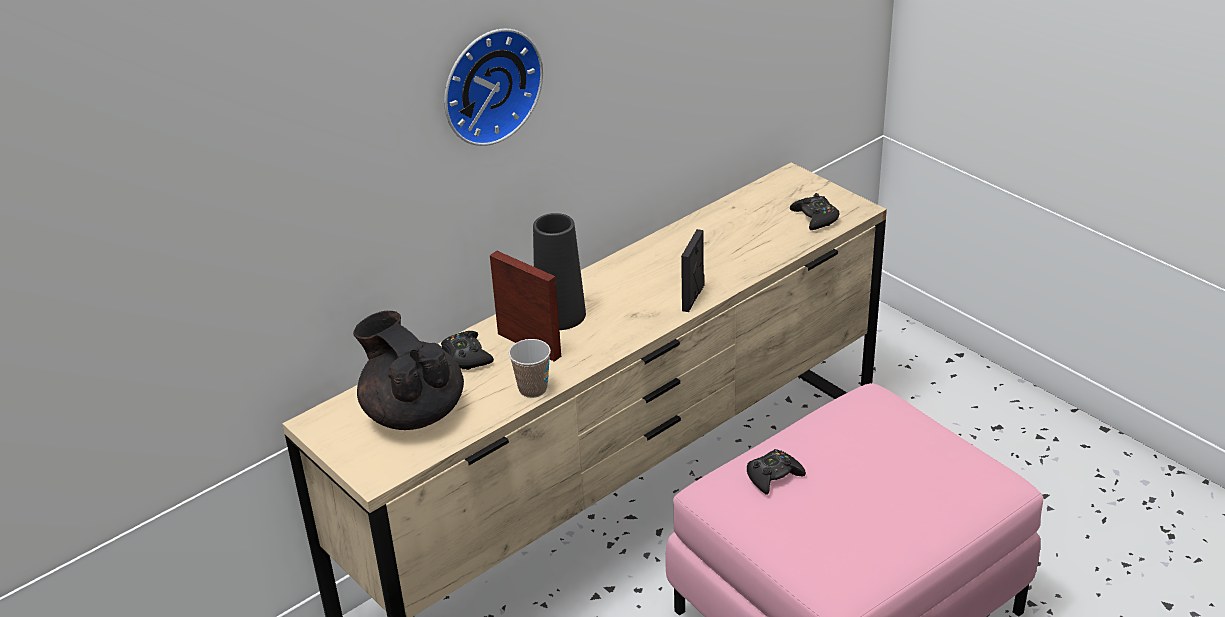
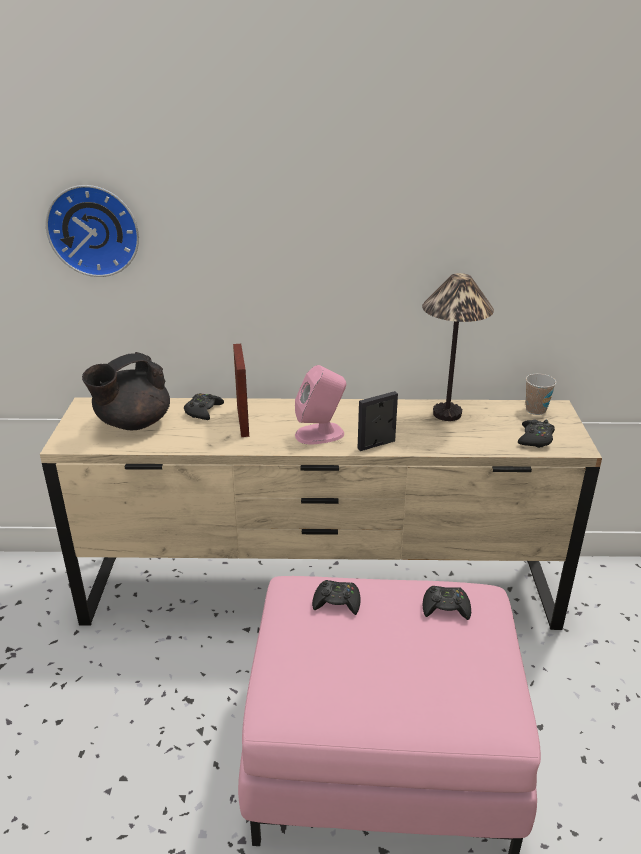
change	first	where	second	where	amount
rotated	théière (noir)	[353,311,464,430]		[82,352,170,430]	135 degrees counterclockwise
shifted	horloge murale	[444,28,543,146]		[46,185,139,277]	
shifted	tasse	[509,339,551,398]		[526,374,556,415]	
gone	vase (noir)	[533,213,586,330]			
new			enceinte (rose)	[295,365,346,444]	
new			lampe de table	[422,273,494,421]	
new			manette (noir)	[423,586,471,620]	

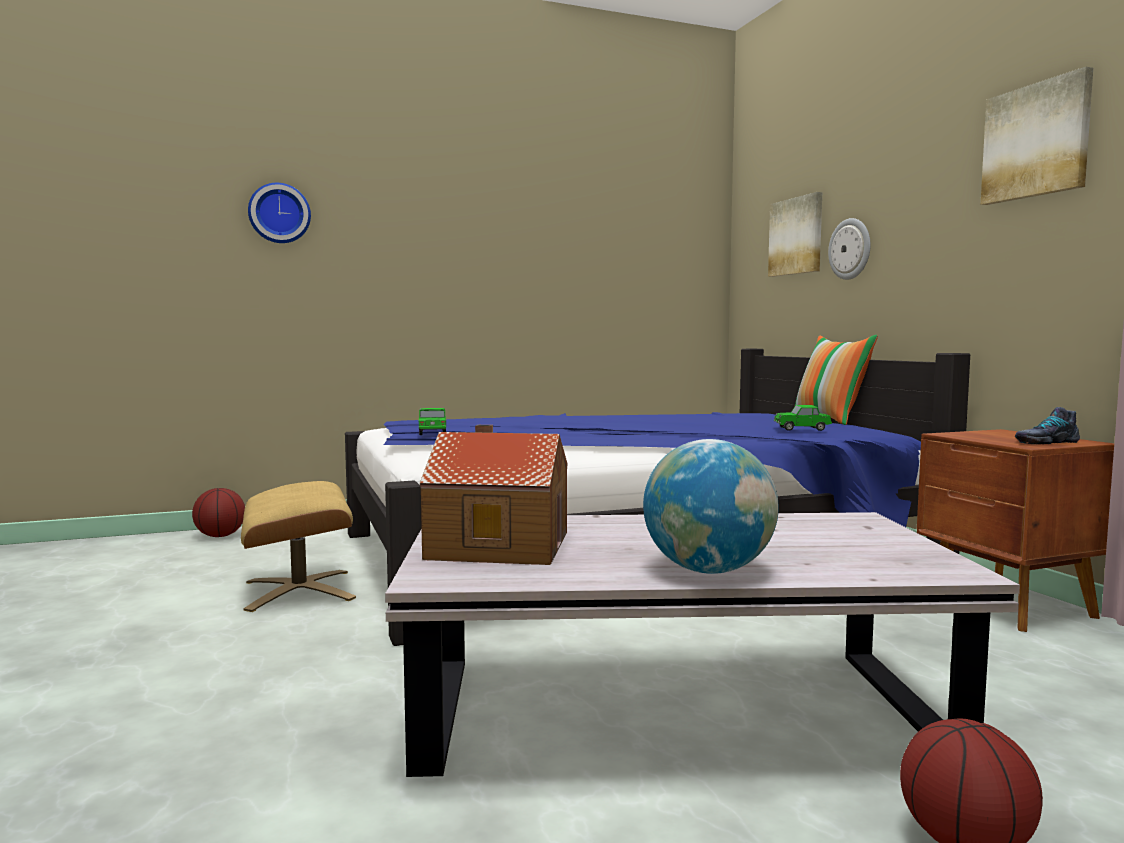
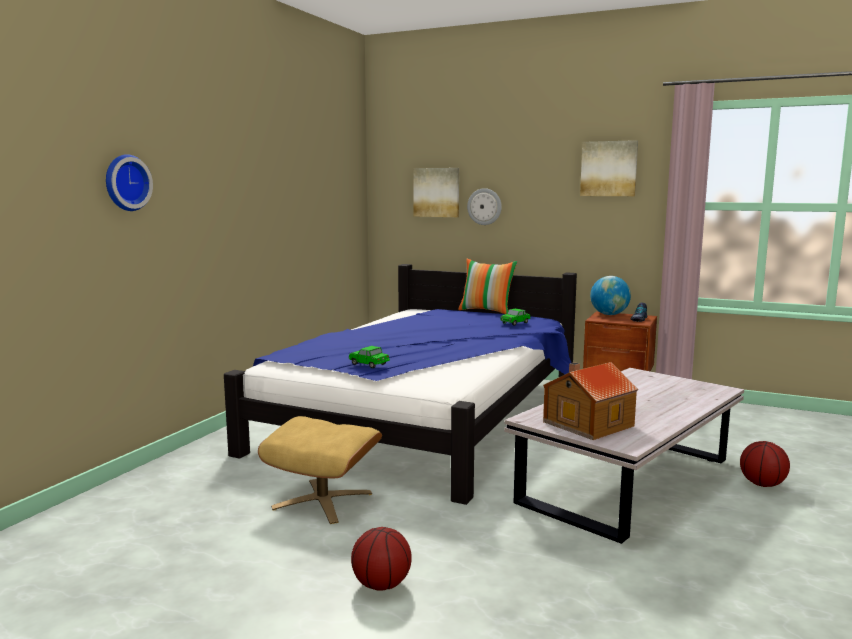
change	first	where	second	where	amount
shifted	ballon de basket	[192,488,245,537]		[351,527,412,591]	
shifted	globe	[643,439,779,574]		[590,276,631,315]	

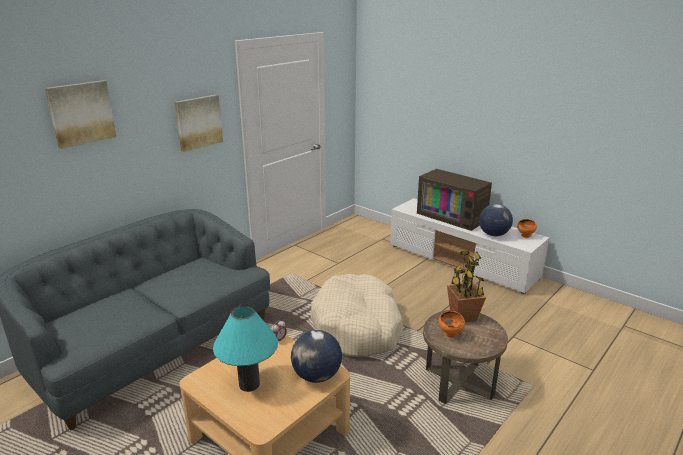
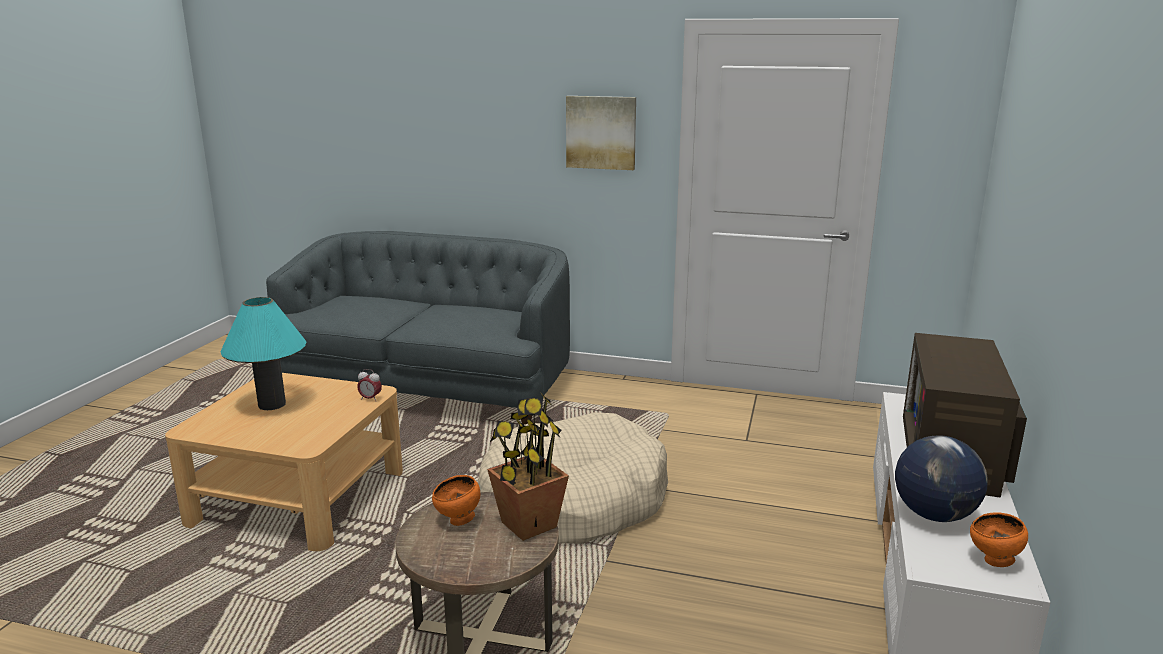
change	first	where	second	where	amount
gone	tableau	[45,80,116,149]			
gone	globe	[291,330,342,383]			

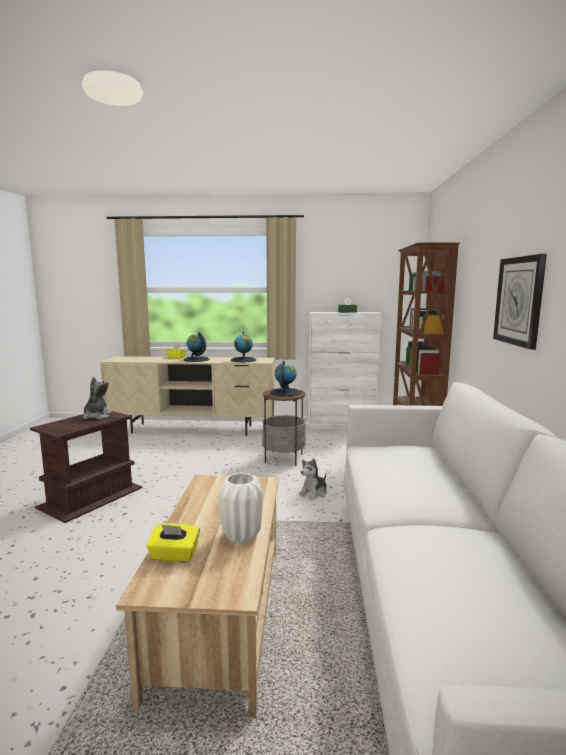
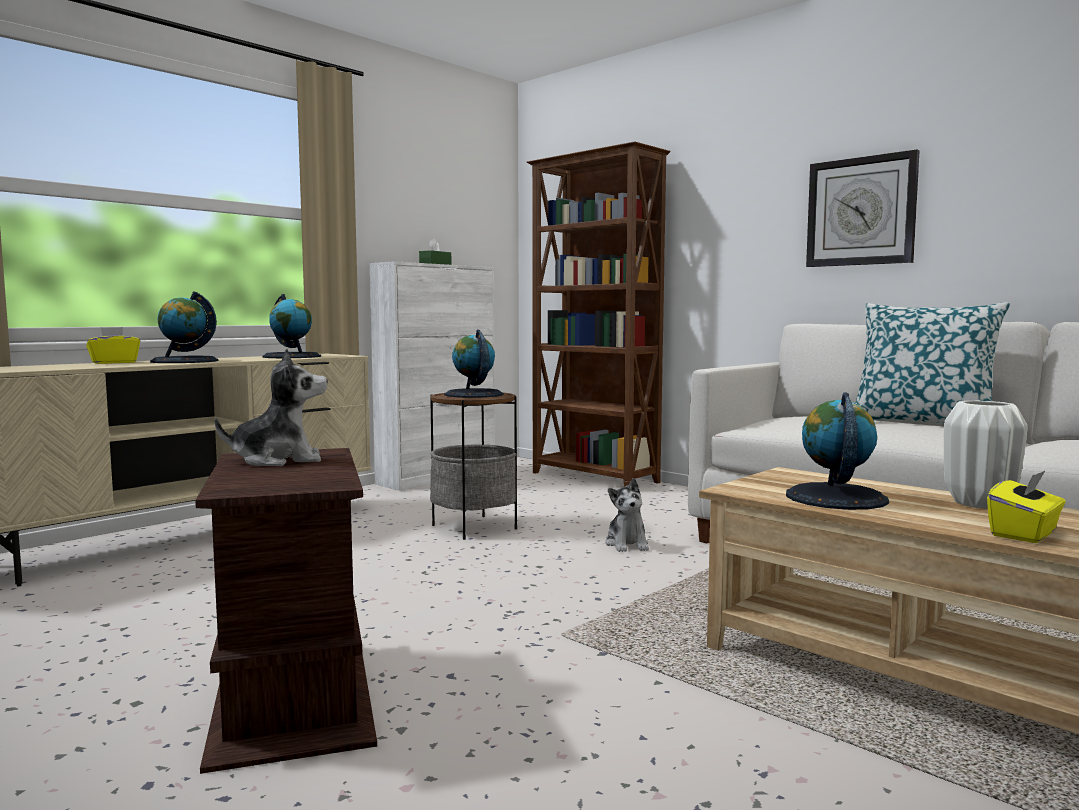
change	first	where	second	where	amount
rotated	peluche	[83,377,111,419]		[215,348,328,466]	120 degrees clockwise
new			globe	[786,393,889,510]	
new			coussin	[855,302,1010,423]	

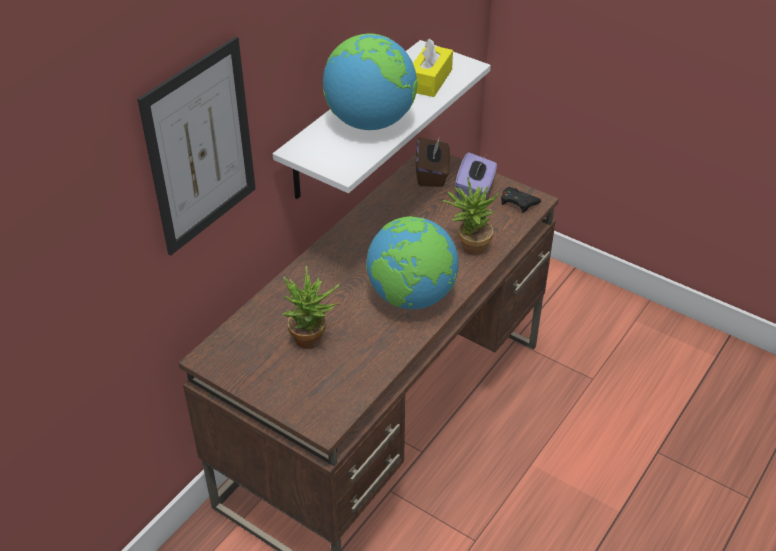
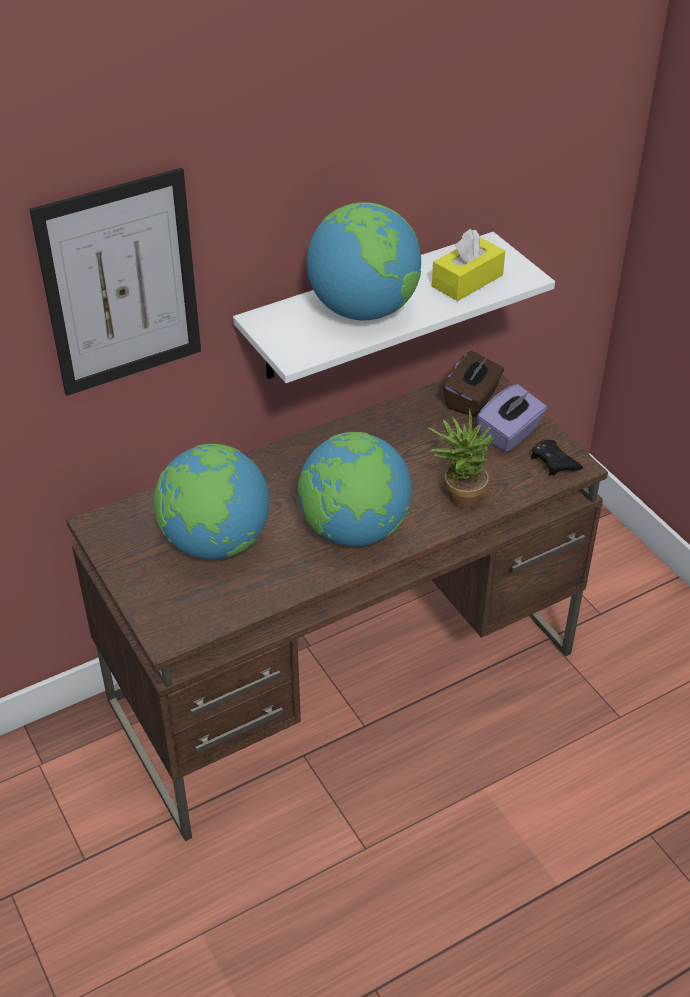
change	first	where	second	where	amount
swapped	plante en pot	[282,266,340,349]	globe	[154,444,270,559]	

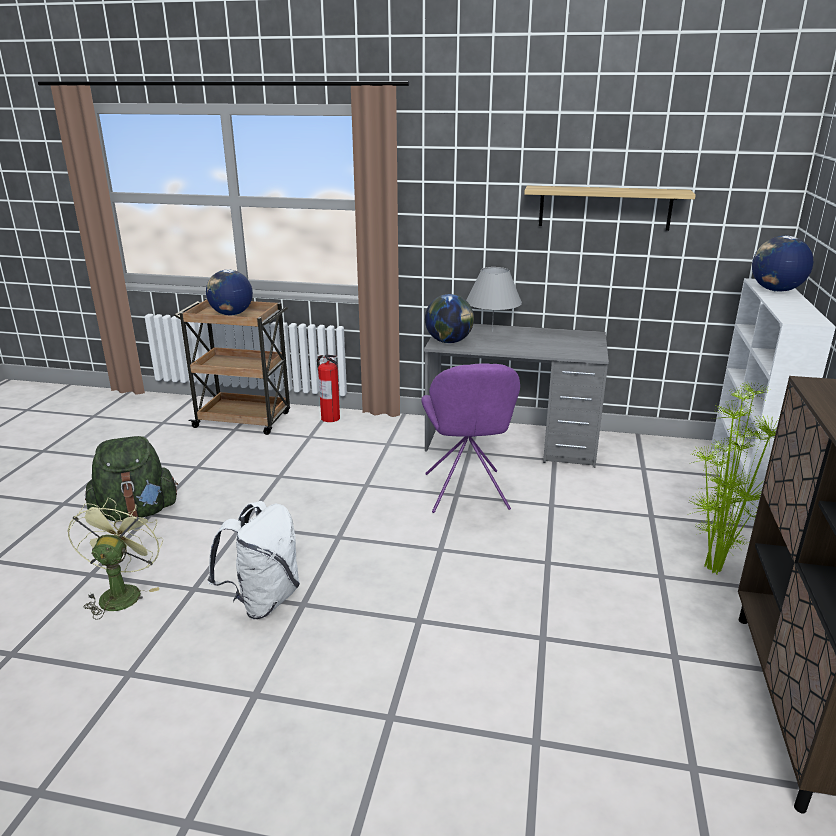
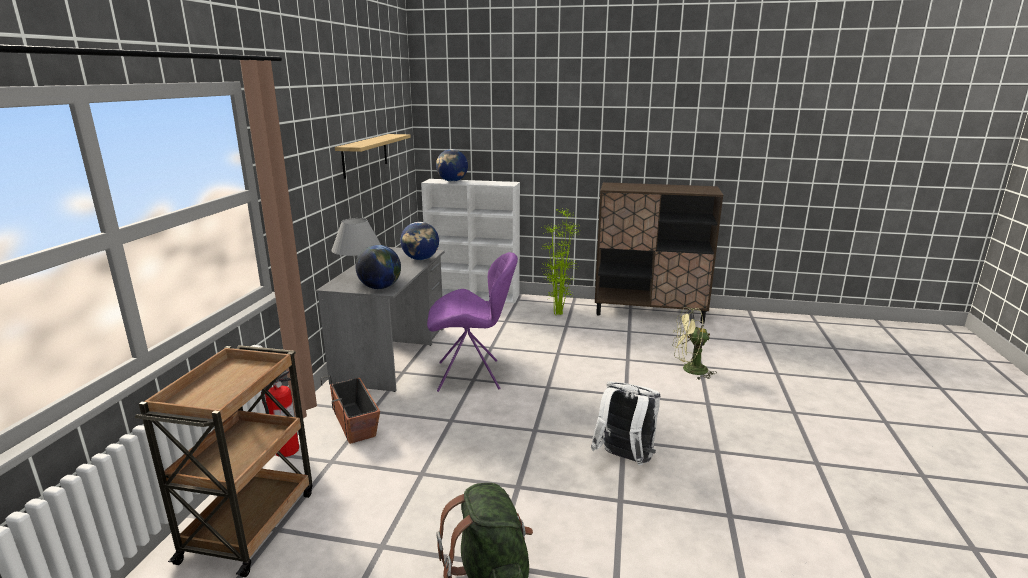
change	first	where	second	where	amount
shifted	ventilateur (vert)	[67,497,163,620]		[672,307,717,380]	
shifted	globe	[206,269,253,315]		[400,222,439,260]	
new			cache-pot	[321,375,380,444]	

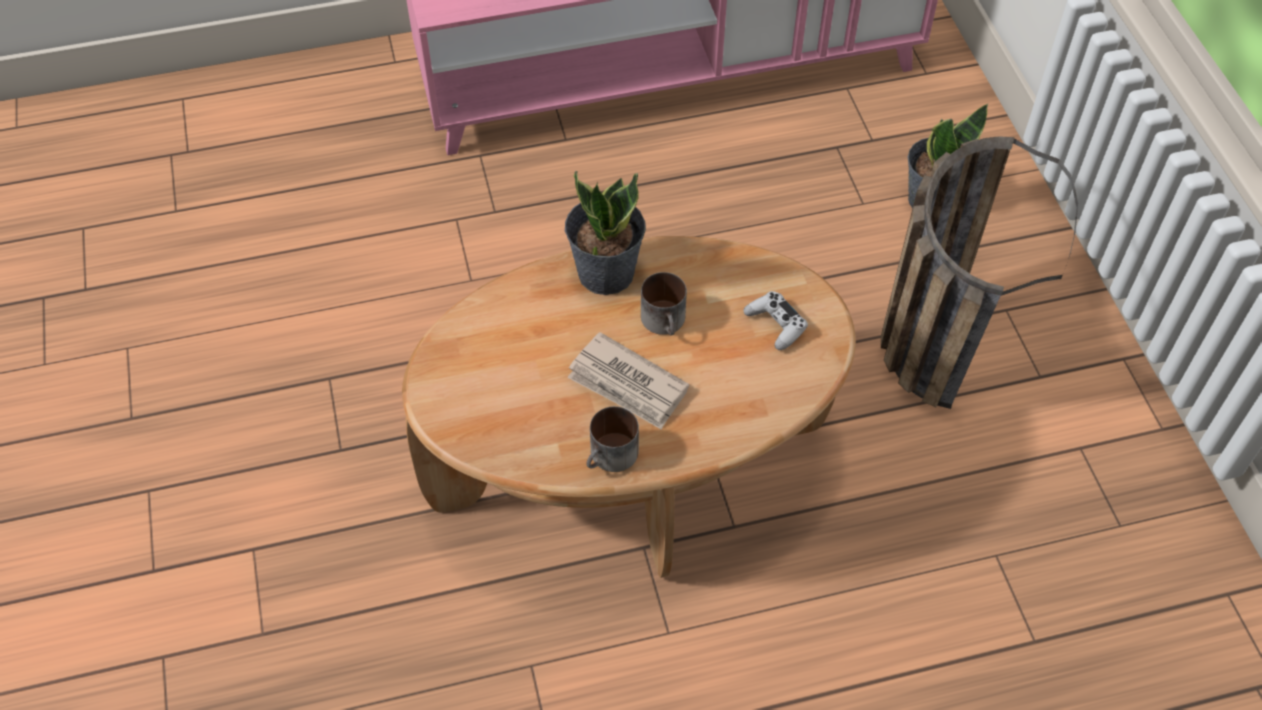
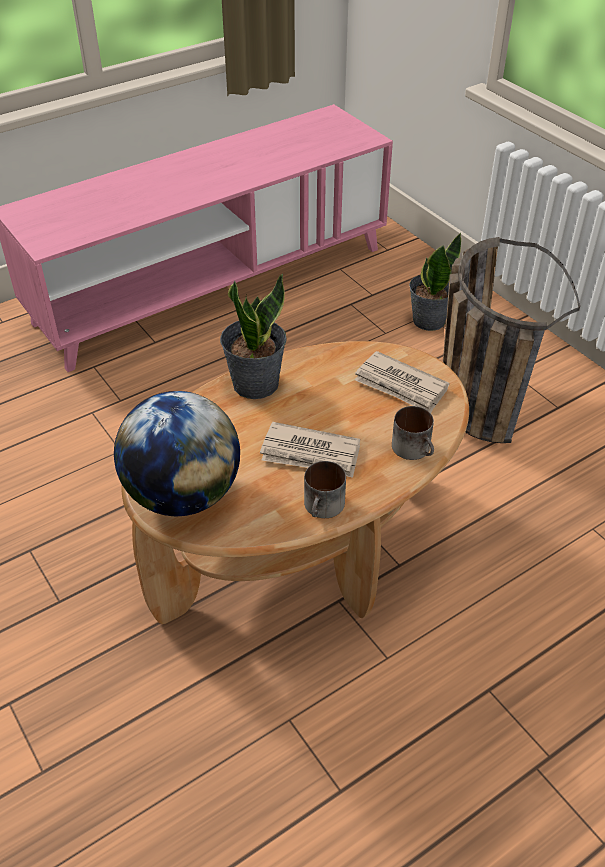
change	first	where	second	where	amount
shifted	mug	[641,272,687,335]		[392,406,434,460]	
swapped	manette (blanc)	[743,291,808,350]	journal	[355,351,450,413]	
new			globe	[114,391,240,516]	

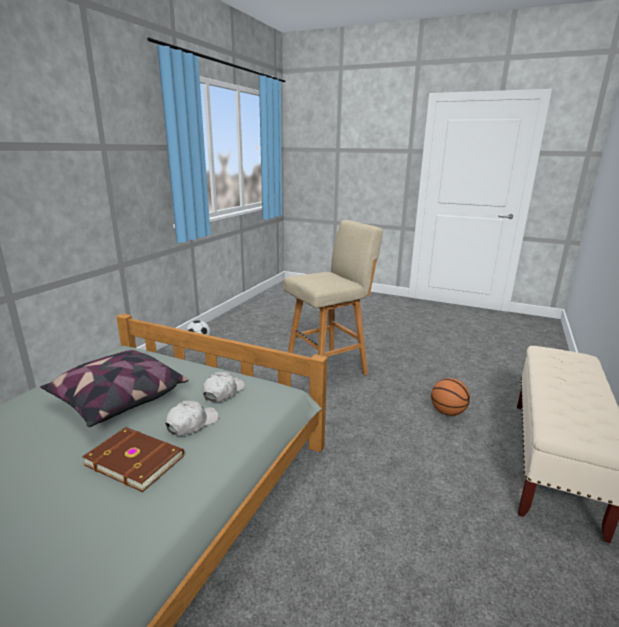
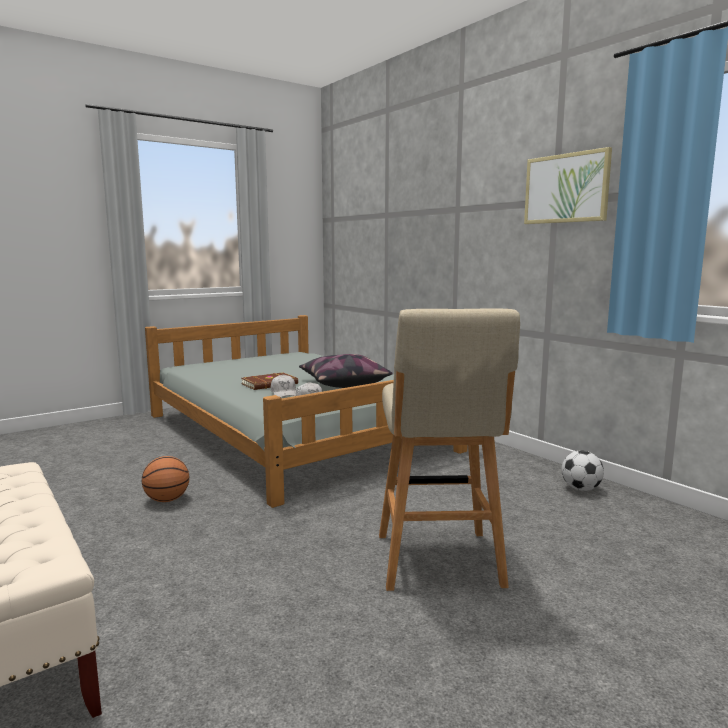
change	first	where	second	where	amount
shifted	ballon de basket	[431,378,470,416]		[142,456,189,502]	
new			tableau	[524,147,612,224]	

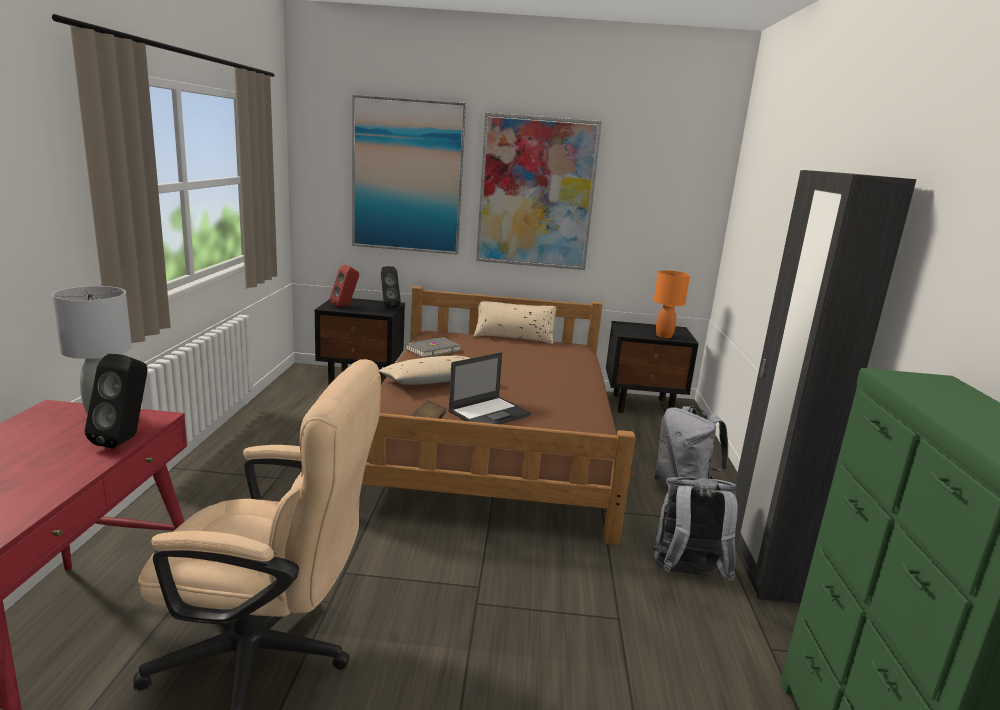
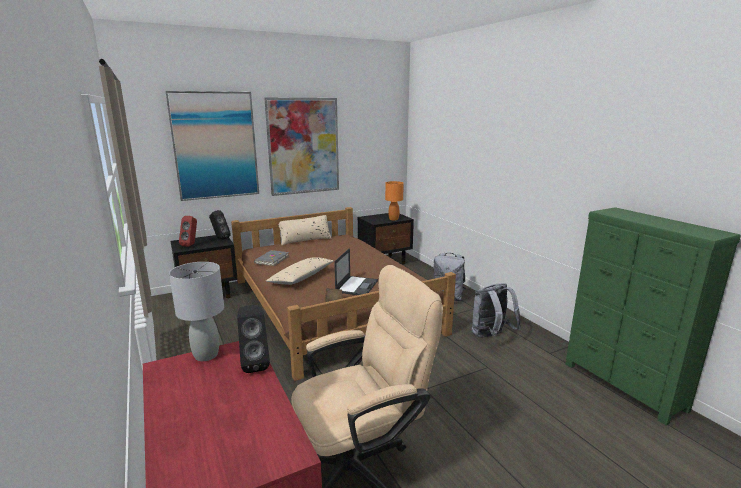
change	first	where	second	where	amount
gone	armoire (noir)	[735,170,917,604]			

